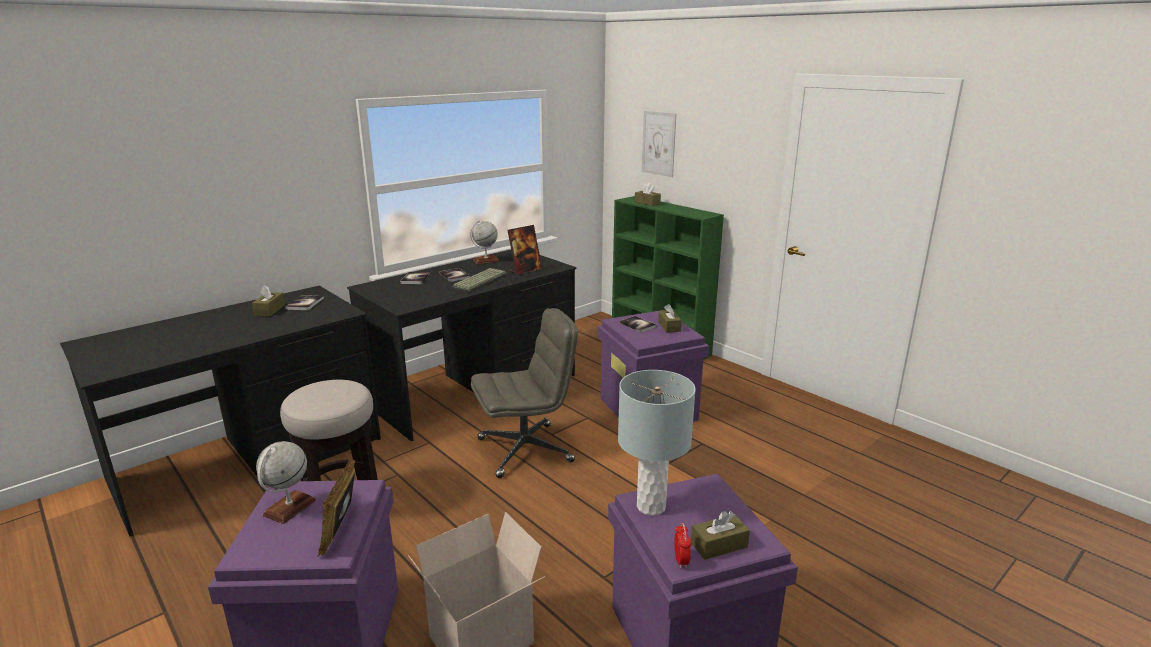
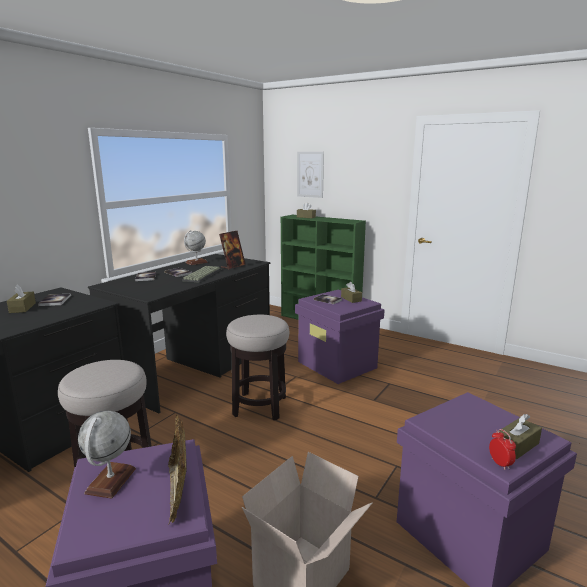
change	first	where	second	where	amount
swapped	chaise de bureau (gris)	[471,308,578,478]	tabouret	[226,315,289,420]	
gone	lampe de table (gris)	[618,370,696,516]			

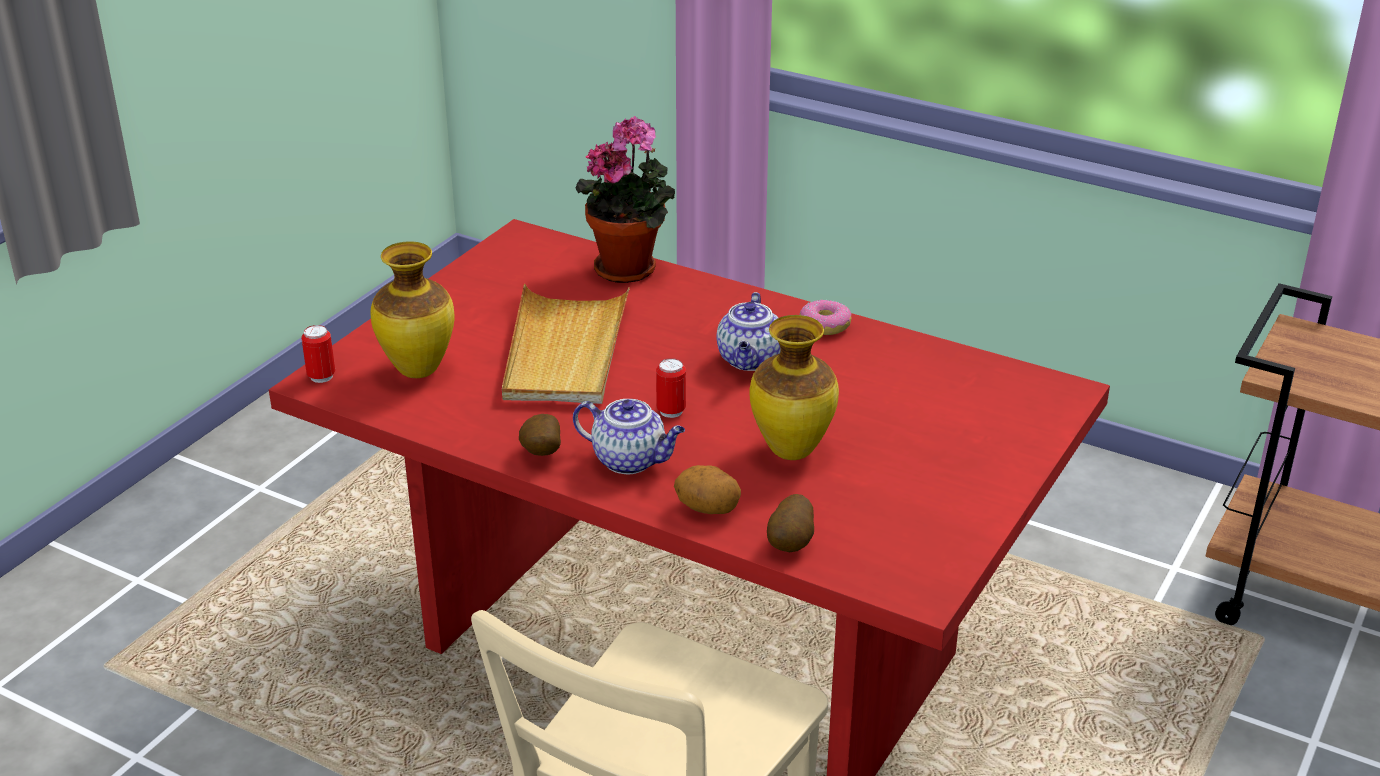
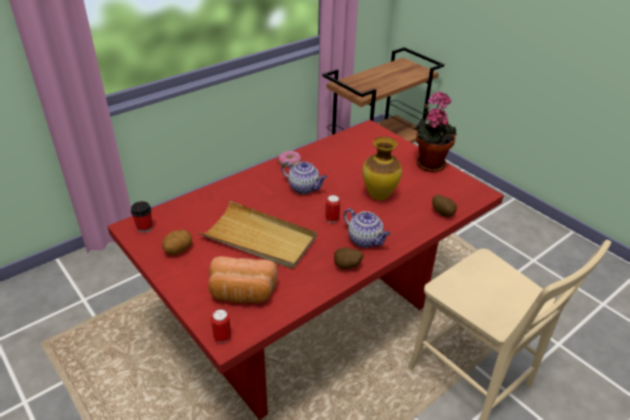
change	first	where	second	where	amount
swapped	vase	[371,241,455,378]	pain	[208,256,278,303]	
rotated	théière	[573,399,685,474]		[343,208,391,248]	90 degrees clockwise
shifted	plante en pot	[576,116,675,283]		[414,92,457,172]	
shifted	pomme de terre	[674,465,741,514]		[162,230,192,255]	
new			tasse	[131,201,153,233]	

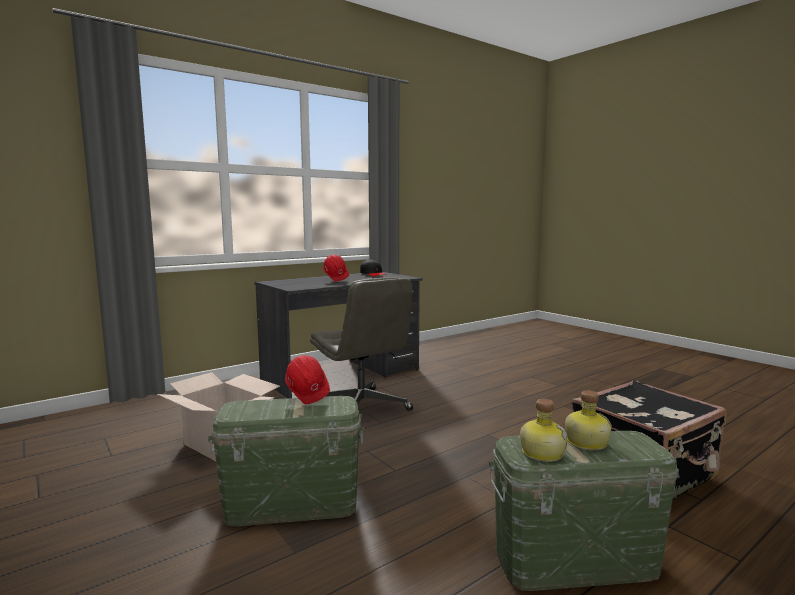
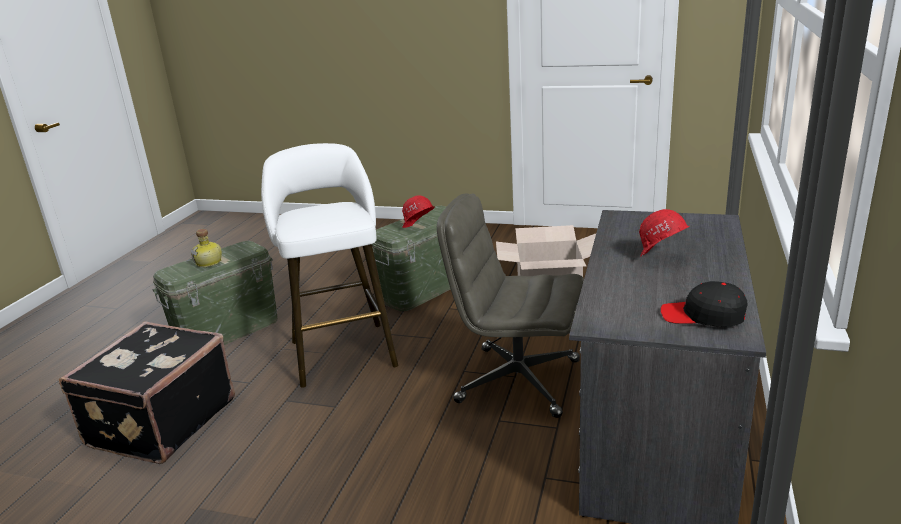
change	first	where	second	where	amount
gone	bouteille	[520,399,567,462]			
new			tabouret (blanc)	[261,143,398,388]	

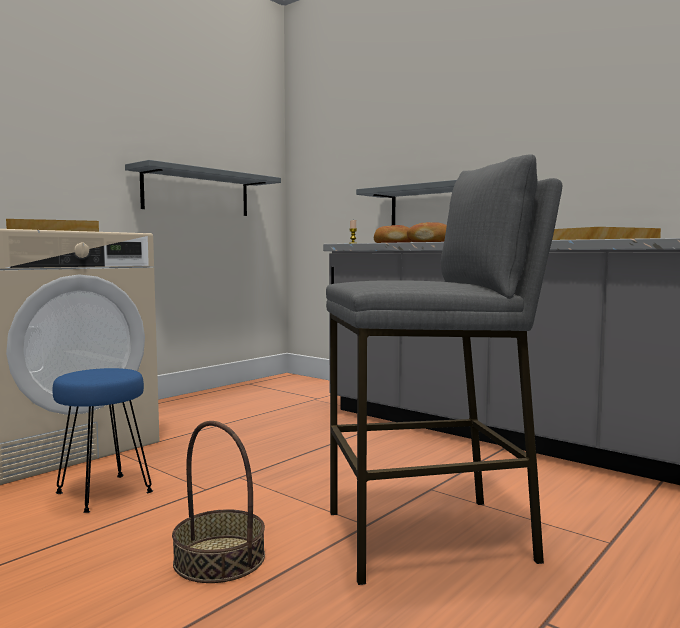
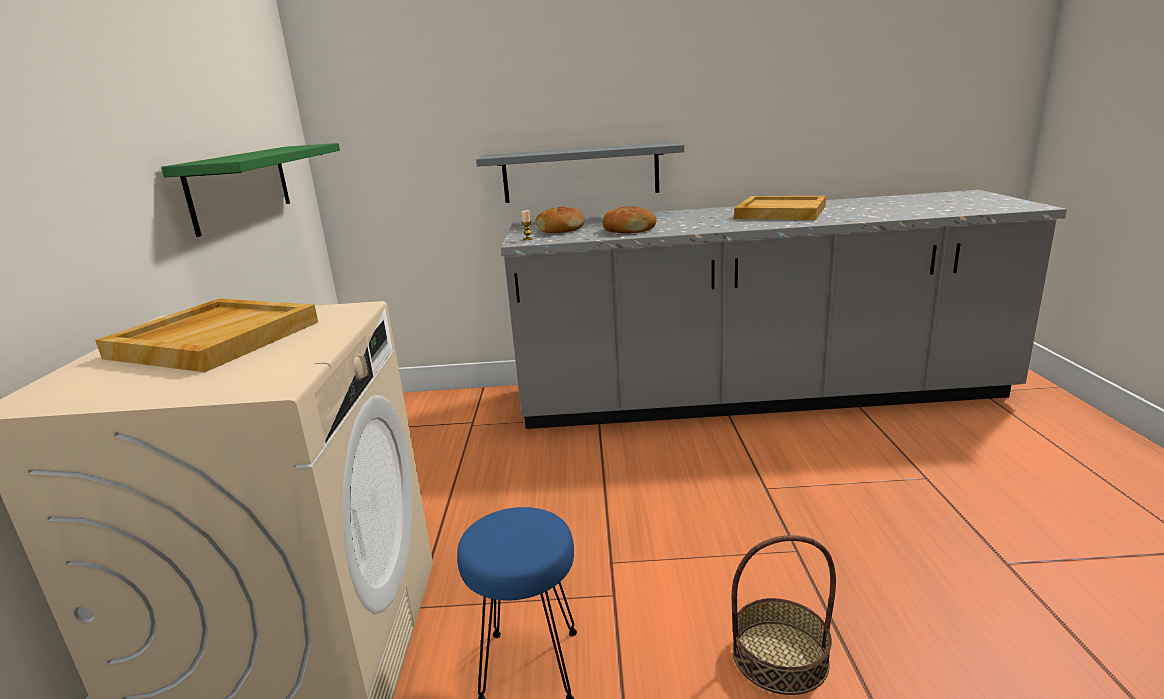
change	first	where	second	where	amount
repainted	étagère (gris)	[125,160,281,216]	étagère (vert)	[161,143,340,237]	
gone	tabouret (gris)	[326,155,562,585]			

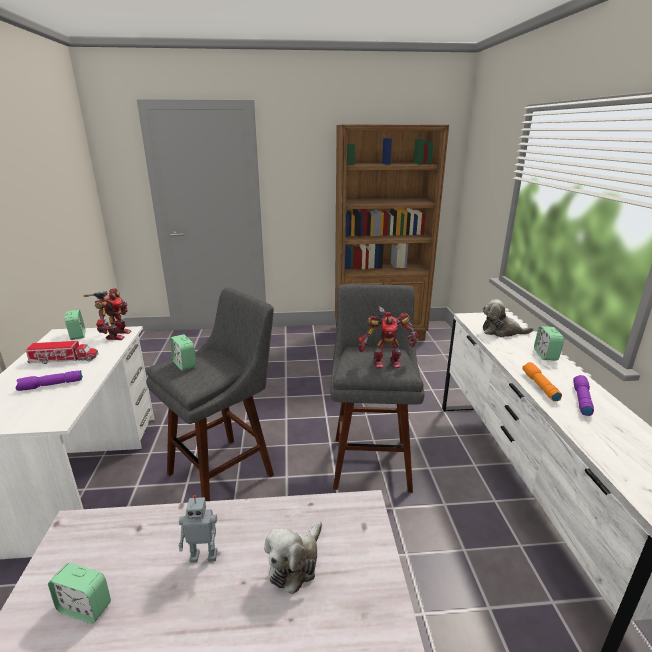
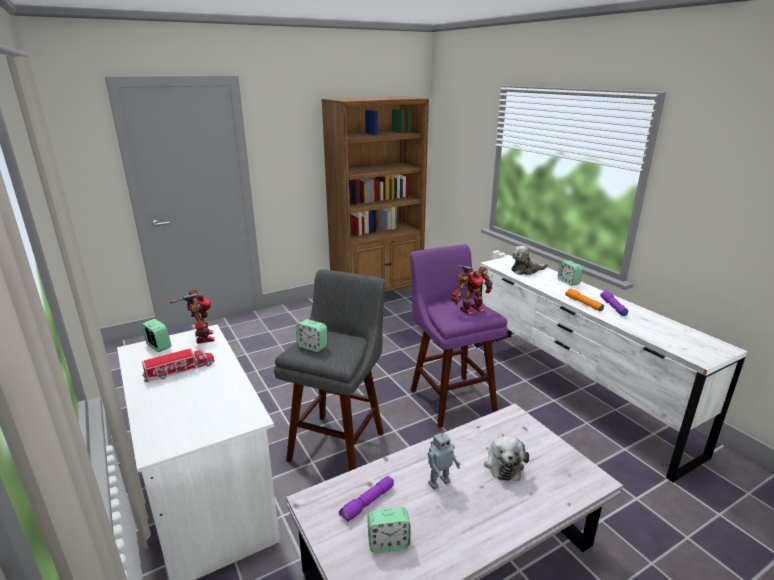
change	first	where	second	where	amount
shifted	lampe de poche (violet)	[16,371,83,391]		[339,476,394,522]	
repainted	tabouret (gris)	[330,284,424,493]	tabouret (violet)	[410,244,508,428]	

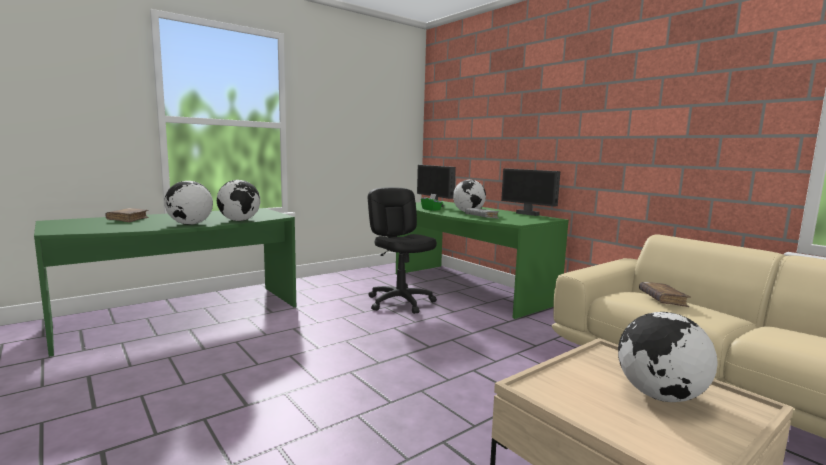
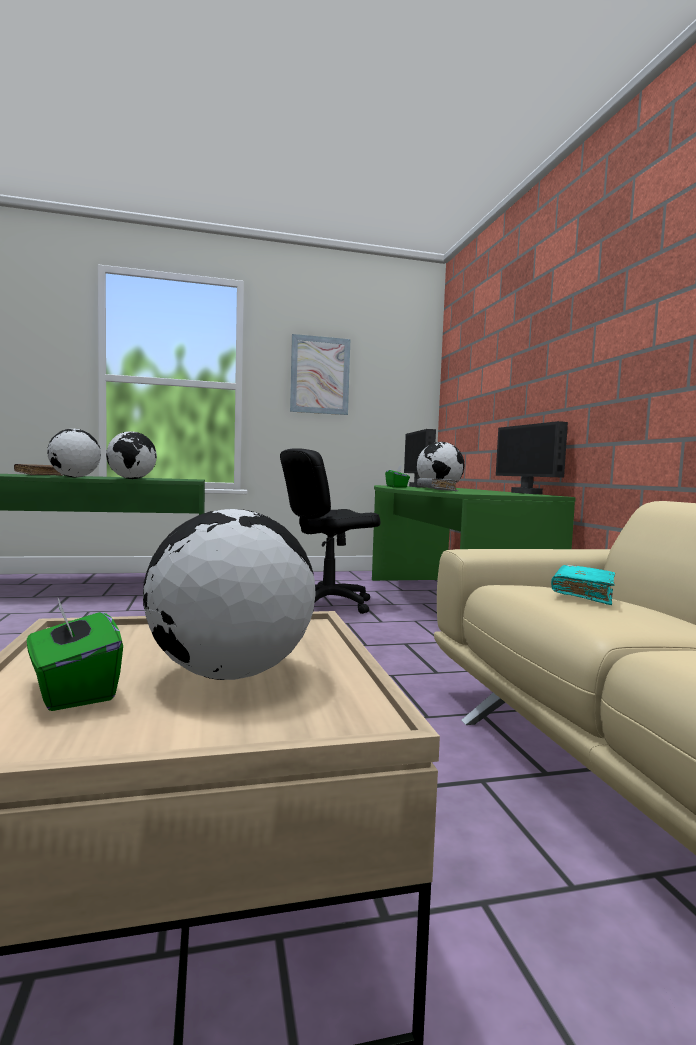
change	first	where	second	where	amount
rotated	chaise de bureau (noir)	[368,187,437,314]		[280,448,380,614]	120 degrees counterclockwise
repainted	livre (marron)	[639,282,691,307]	livre (turquoise)	[551,565,615,605]	
new			boîte à mouchoirs (vert)	[27,598,123,711]	
new			tableau	[290,334,350,415]	

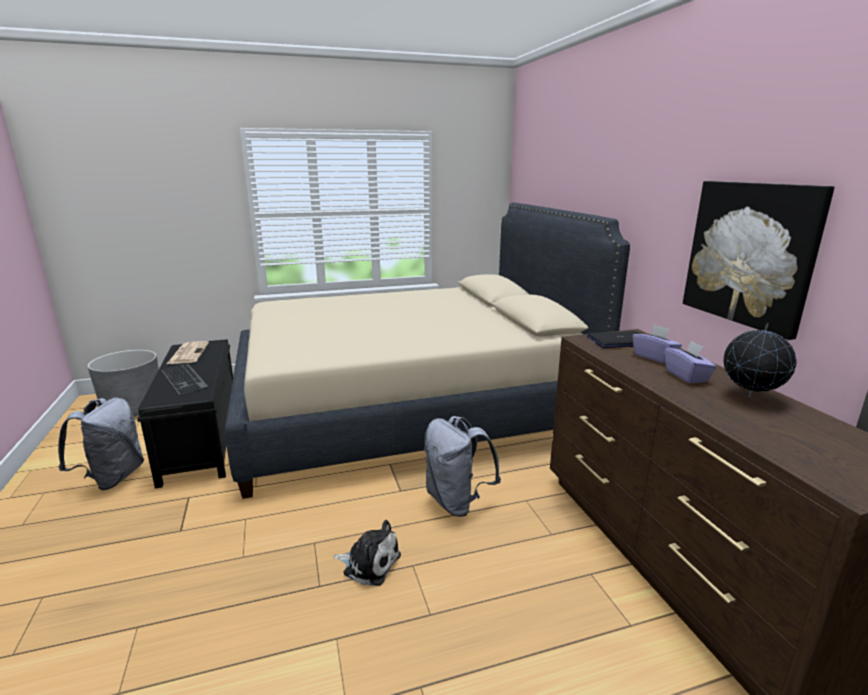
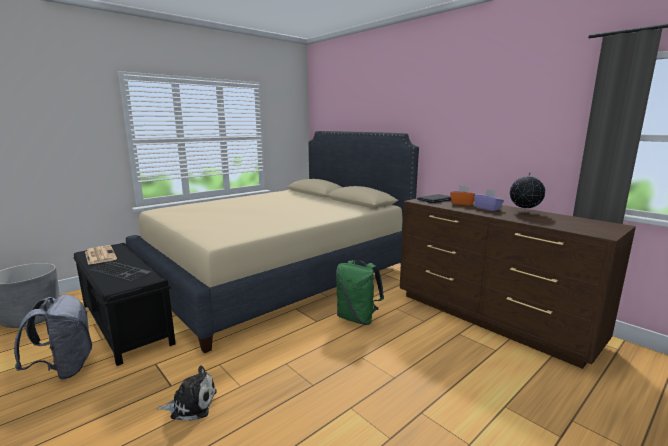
change	first	where	second	where	amount
shifted	peluche	[333,520,401,586]		[157,365,217,421]	
repainted	sac à dos (gris)	[424,416,501,517]	sac à dos (vert)	[336,260,384,325]	
repainted	boîte à mouchoirs (violet)	[632,325,682,364]	boîte à mouchoirs (orange)	[450,185,476,206]	
gone	tableau	[683,181,834,340]			

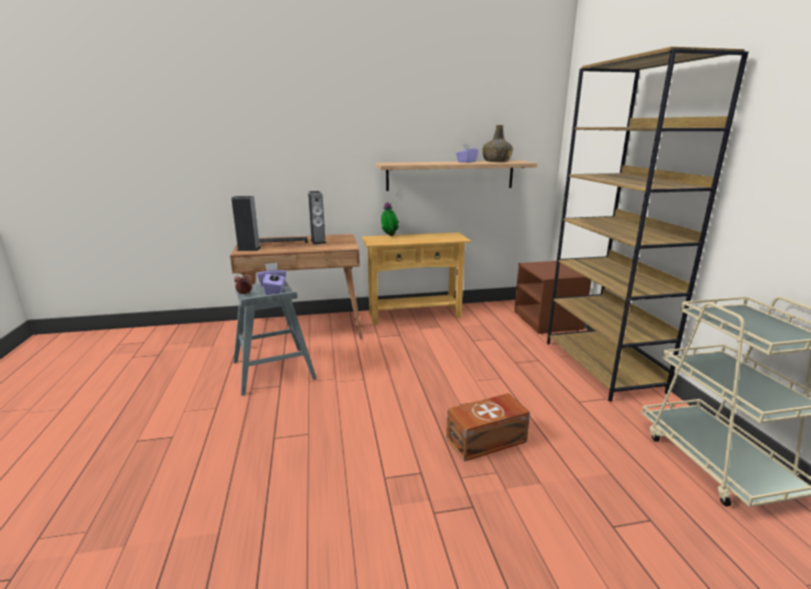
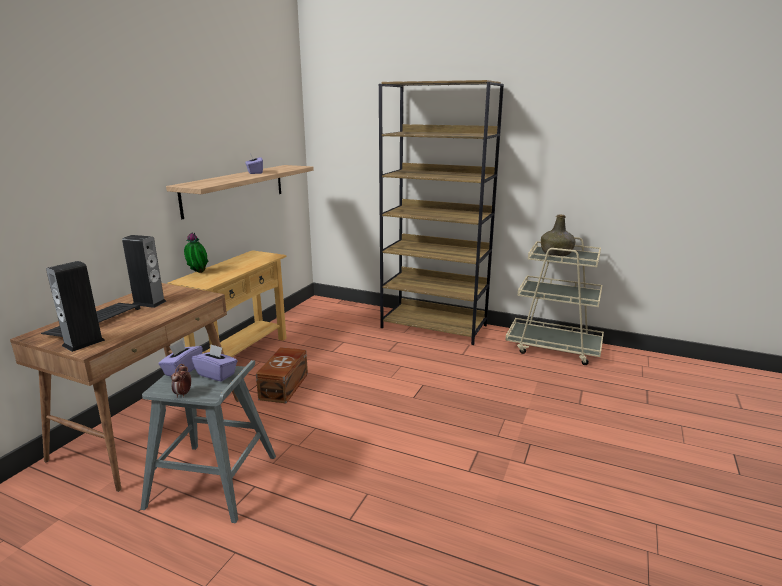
change	first	where	second	where	amount
shifted	boîte de rangement (marron)	[446,393,530,461]		[256,347,308,403]	
shifted	bouteille (vert)	[483,125,513,162]		[541,214,575,256]	
gone	table de chevet (marron)	[514,261,591,334]			

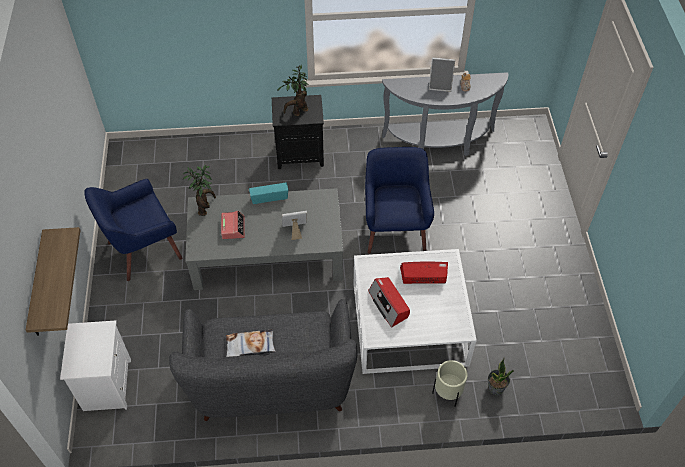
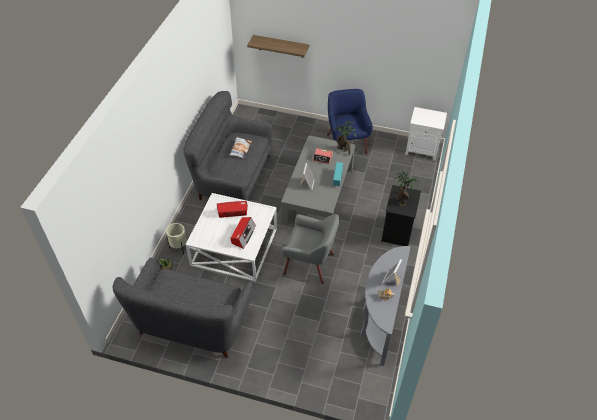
change	first	where	second	where	amount
shifted	table de chevet (blanc)	[60,320,131,411]		[405,107,447,161]	
repainted	fauteuil (bleu)	[365,147,434,254]	fauteuil (gris)	[281,214,339,284]	
new			canapé (gris)	[112,257,253,358]	

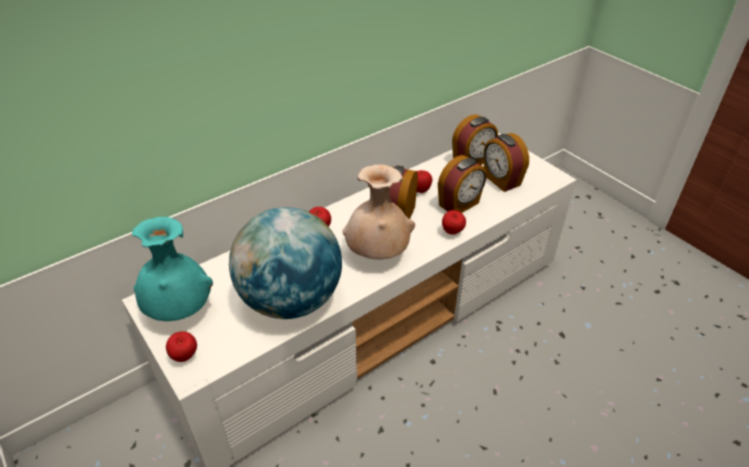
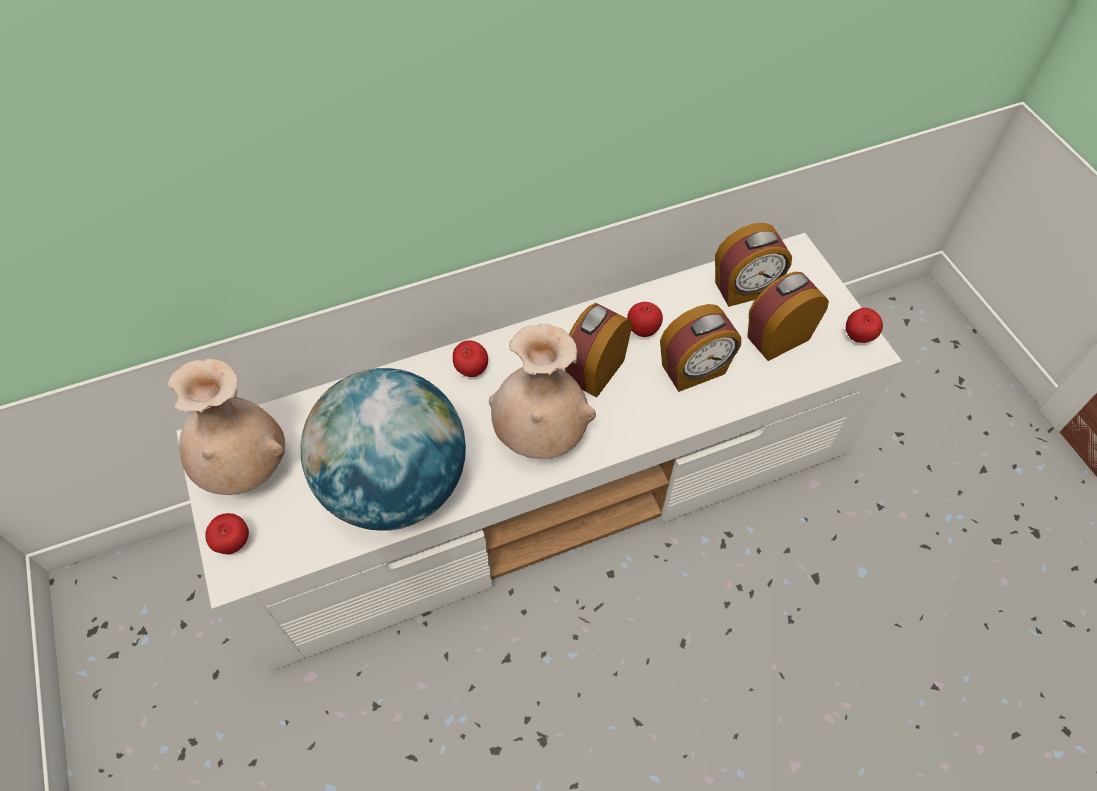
change	first	where	second	where	amount
repainted	vase (turquoise)	[132,217,213,321]	vase (beige)	[167,358,285,495]	
shifted	pomme	[442,210,466,235]		[846,308,883,343]	
rotated	réveil	[484,133,529,192]		[747,272,829,361]	75 degrees clockwise

